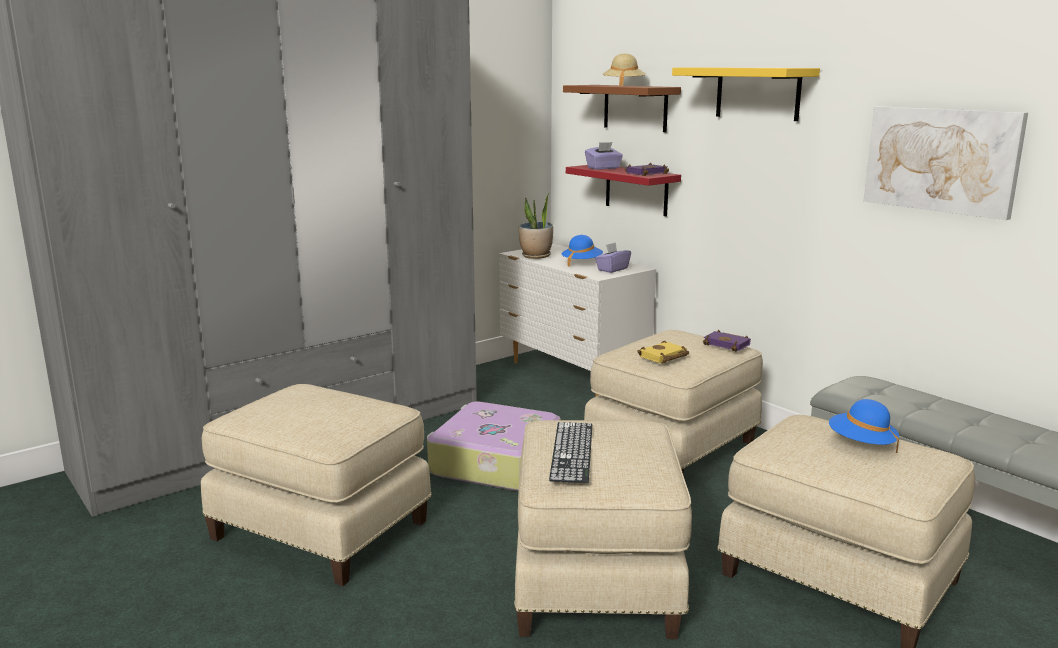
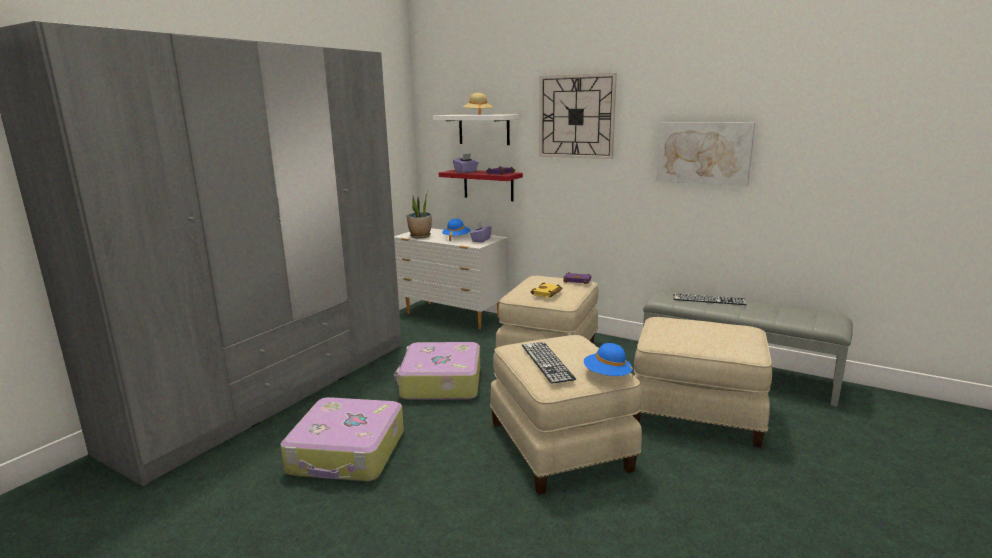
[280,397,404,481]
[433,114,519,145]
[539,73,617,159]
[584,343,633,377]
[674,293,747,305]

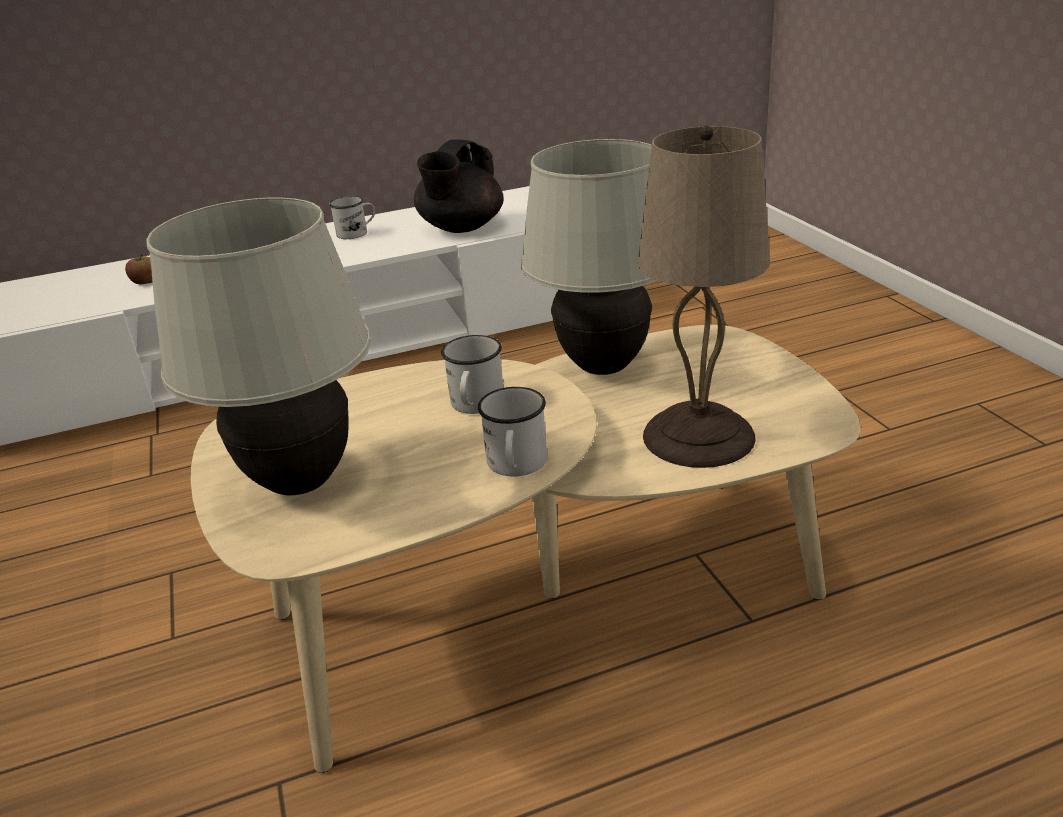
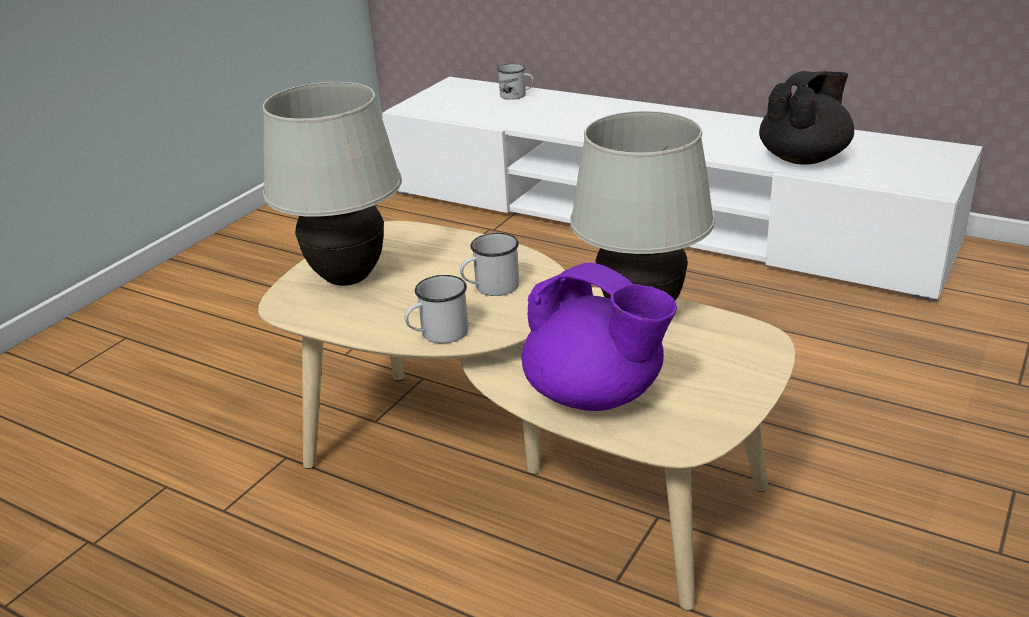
[497,64,534,100]
[522,262,677,411]
[759,71,854,165]
[125,254,152,284] (first image)

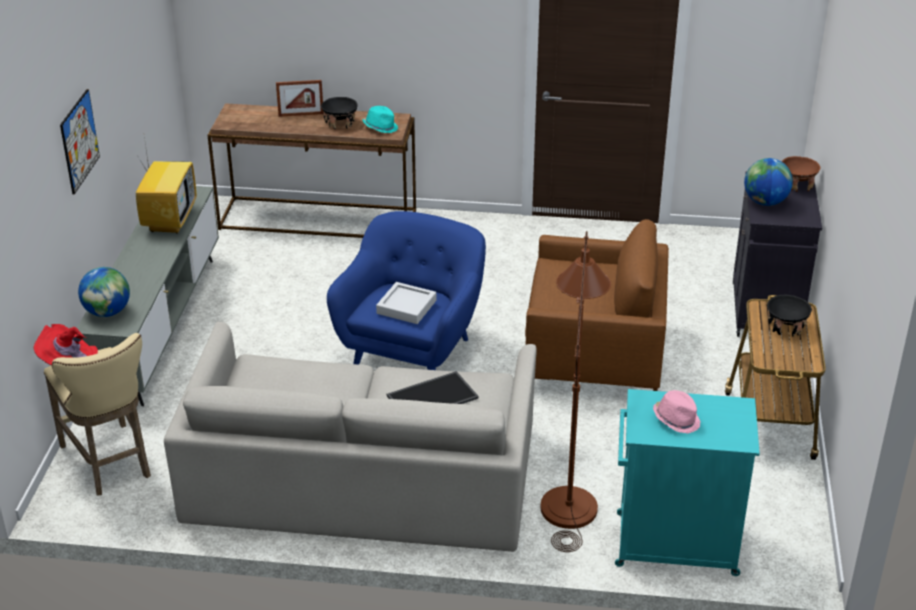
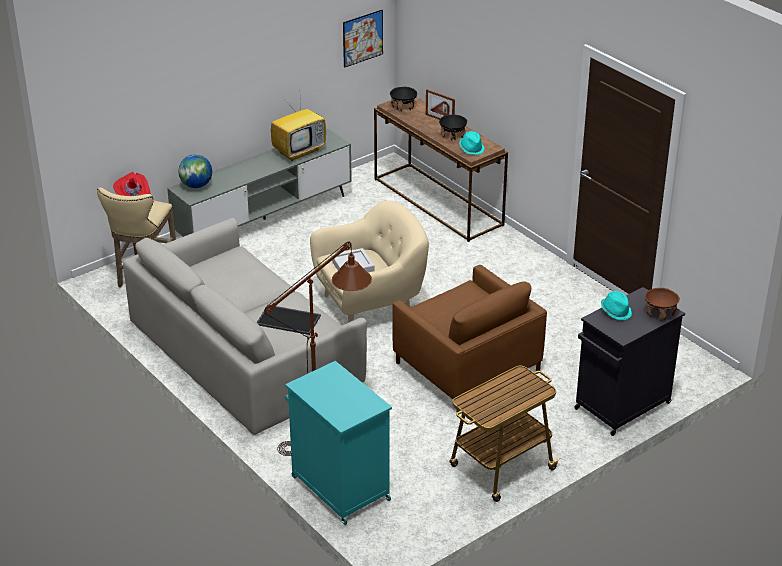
[310,201,429,323]
[343,10,383,68]
[390,87,417,111]
[601,291,632,320]
[653,390,701,434] (first image)

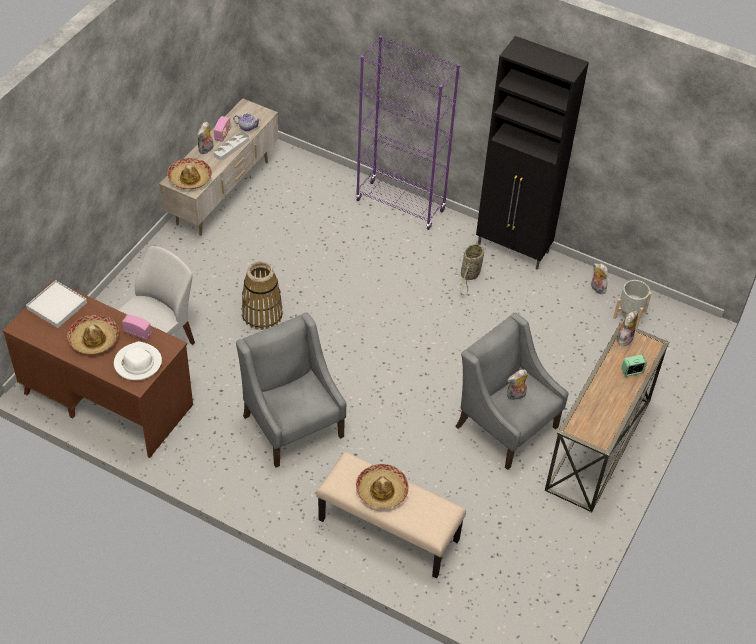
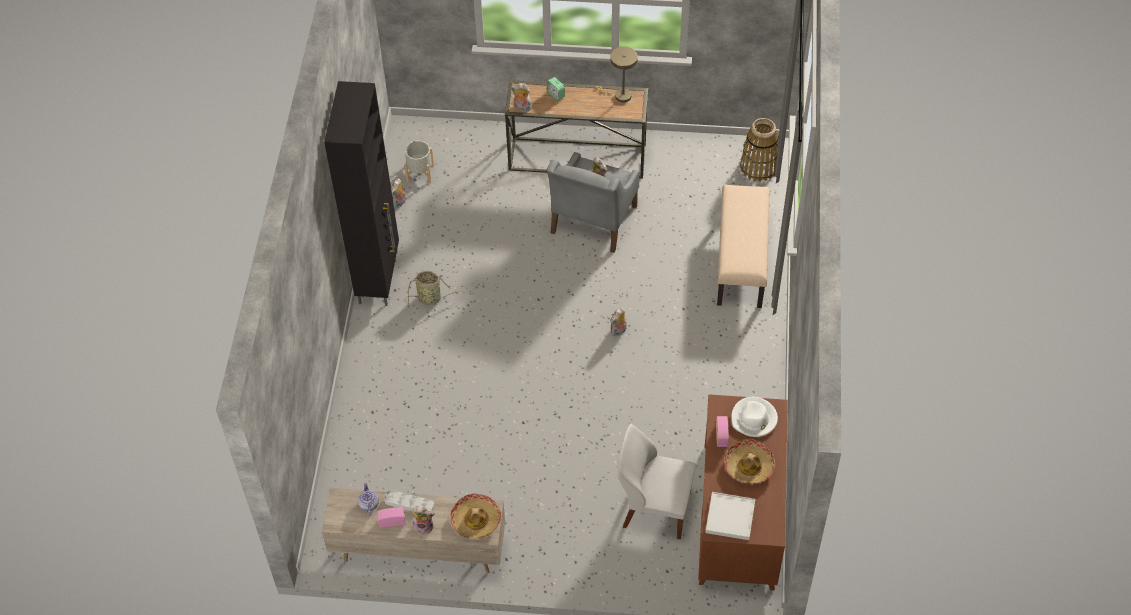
[596,46,638,103]
[610,308,627,336]
[740,118,778,182]
[236,313,346,468] (first image)
[356,35,460,230] (first image)
[356,464,408,509] (first image)

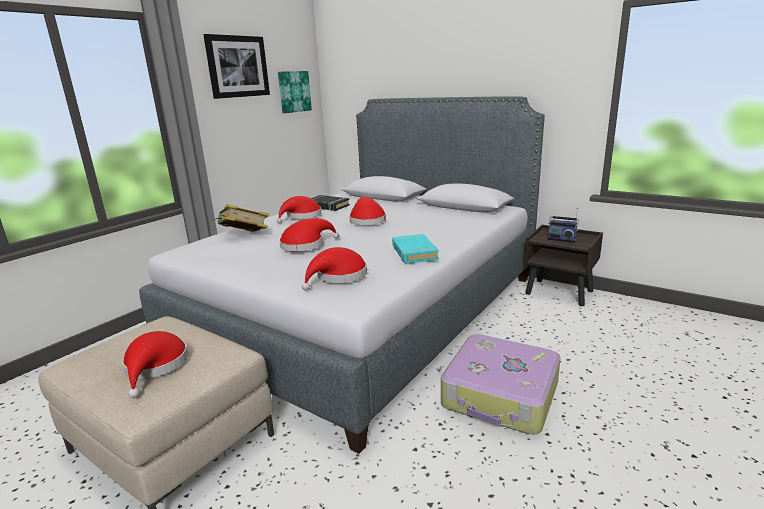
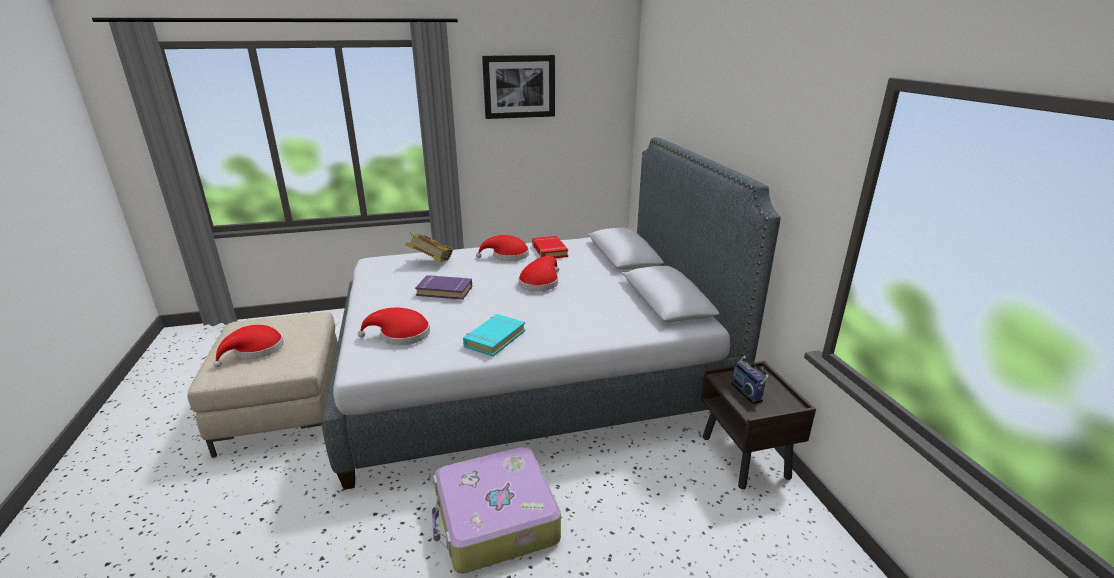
[415,275,472,300]
[532,236,568,258]
[278,71,312,113] (first image)

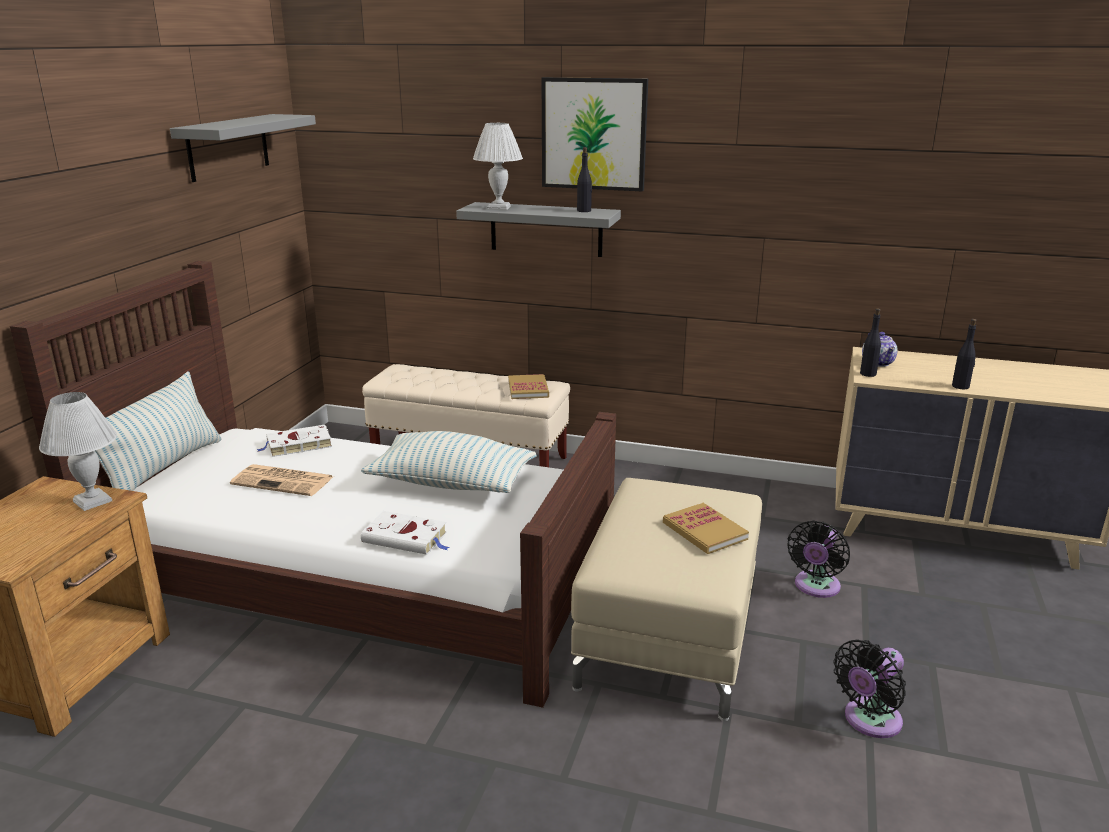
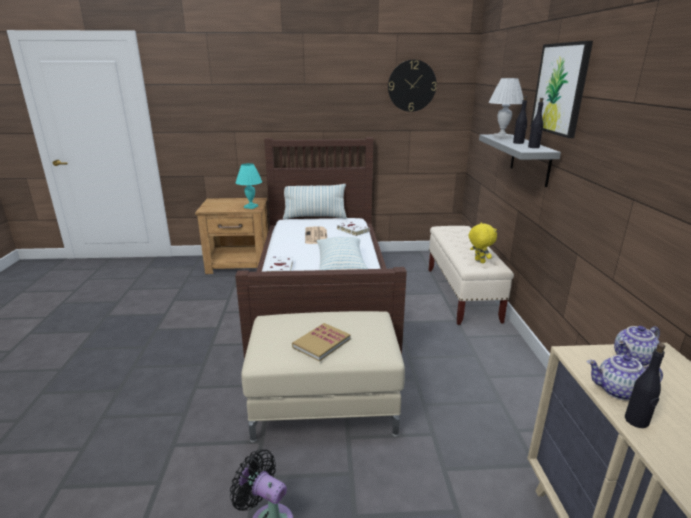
[236,163,262,209]
[388,60,437,112]
[469,223,497,263]
[513,96,527,144]
[587,355,663,400]
[788,520,850,598] (first image)

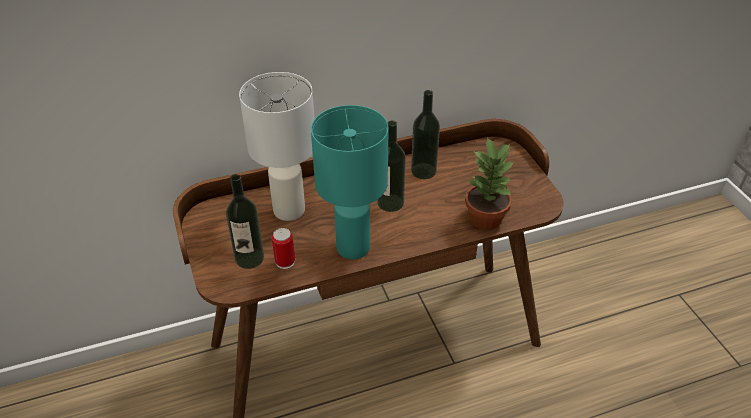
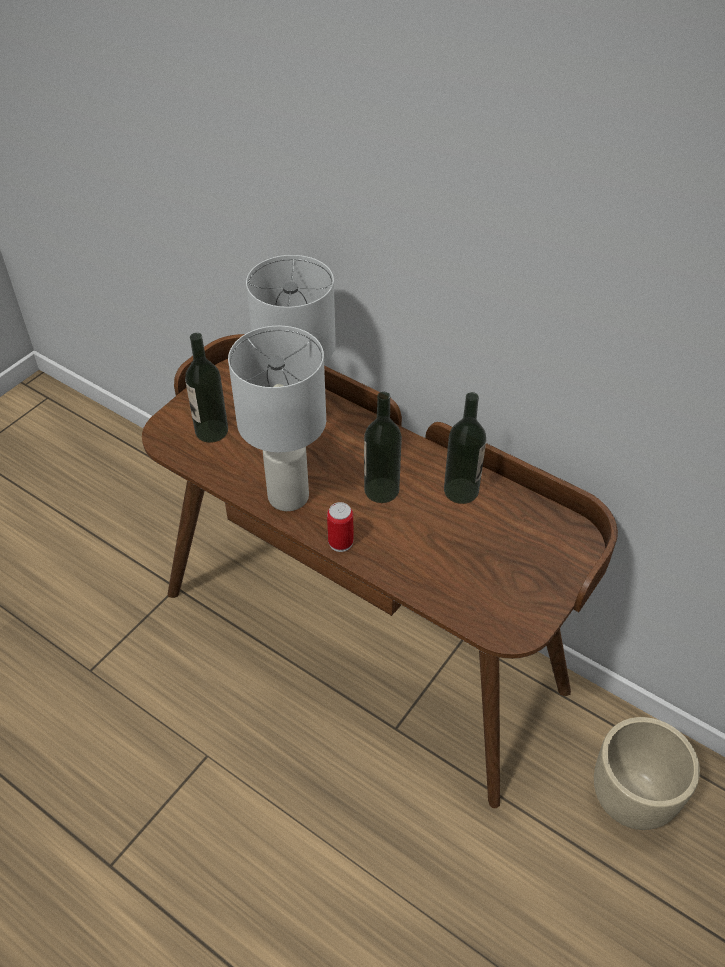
[228,326,326,511]
[327,502,354,552]
[594,717,700,830]
[465,137,514,230] (first image)

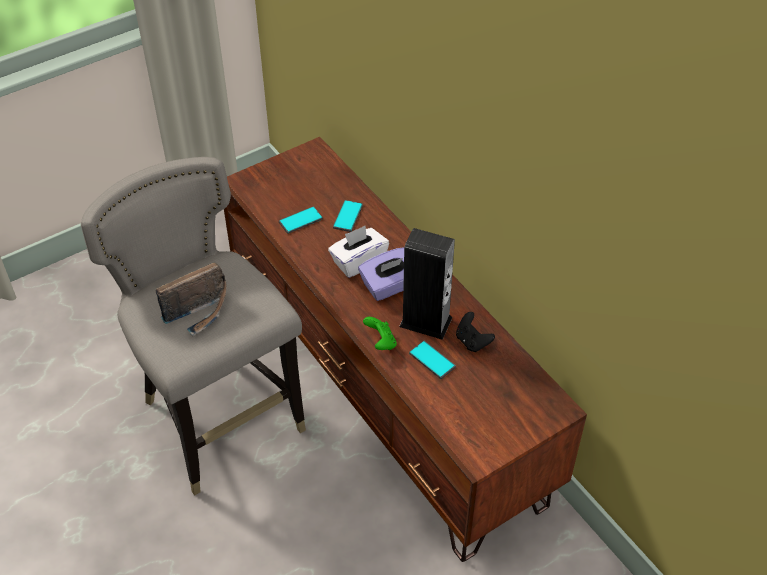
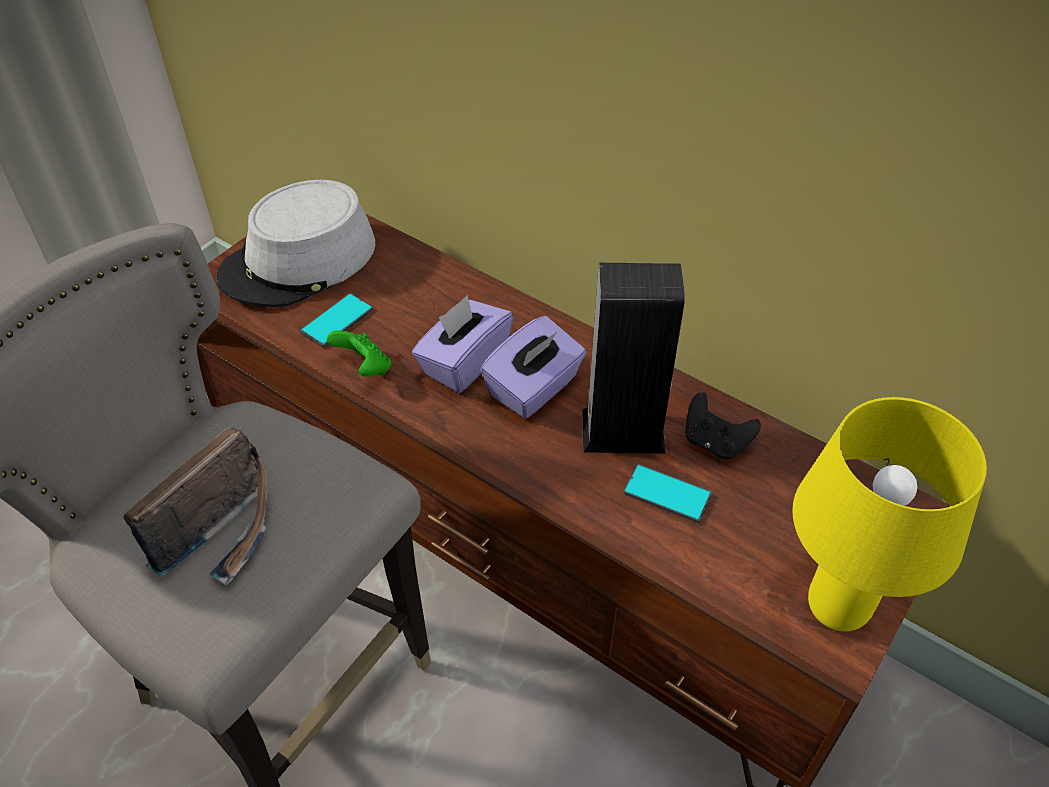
[216,180,375,307]
[327,330,391,377]
[412,295,513,393]
[792,397,987,631]
[333,200,363,232] (first image)

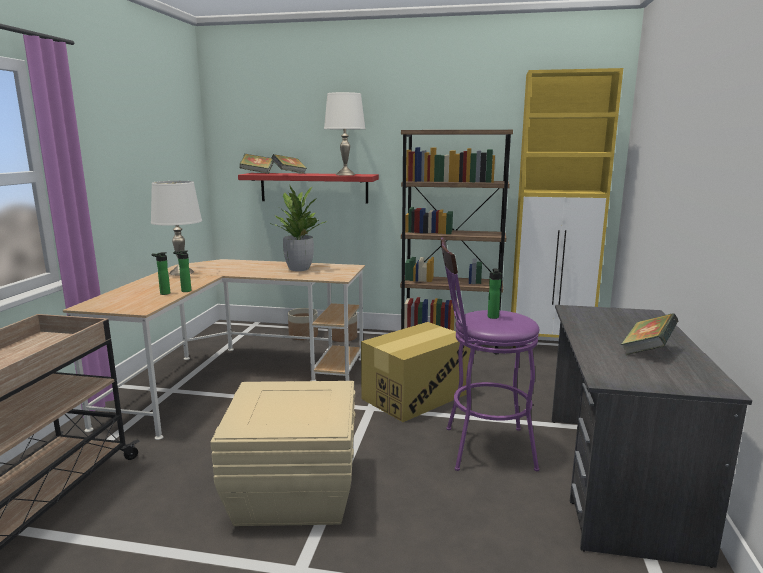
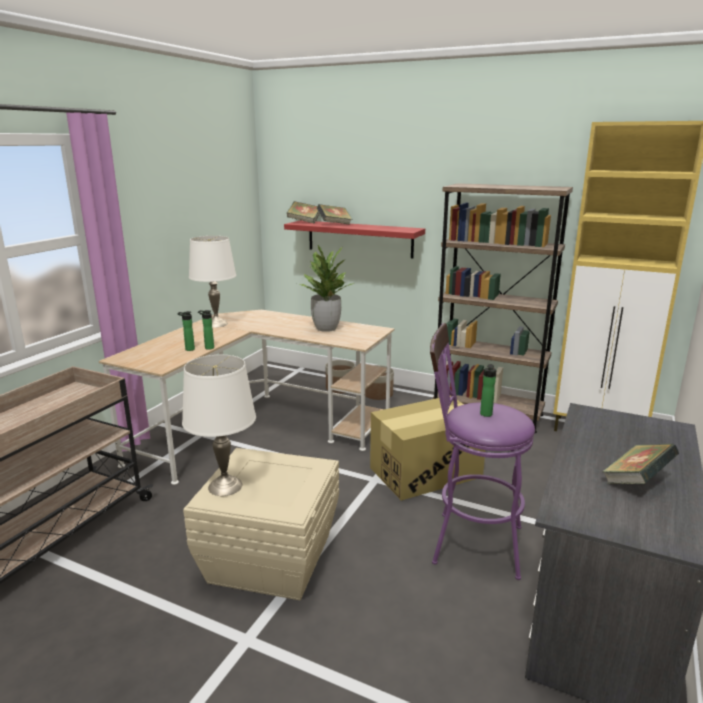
[182,355,256,496]

